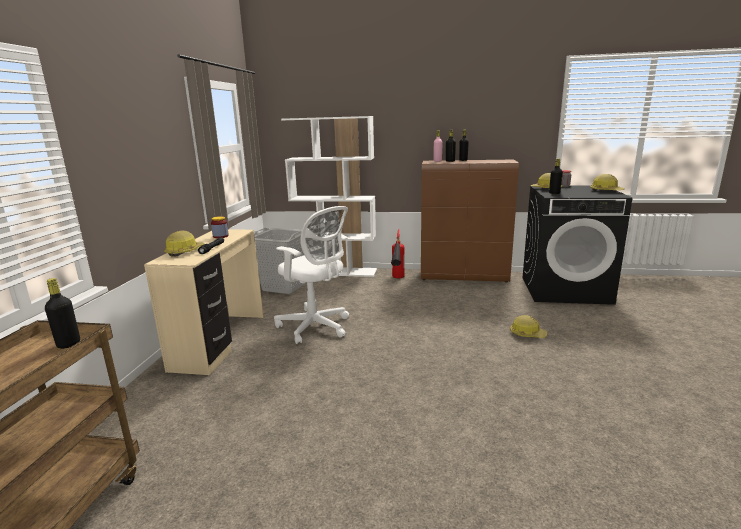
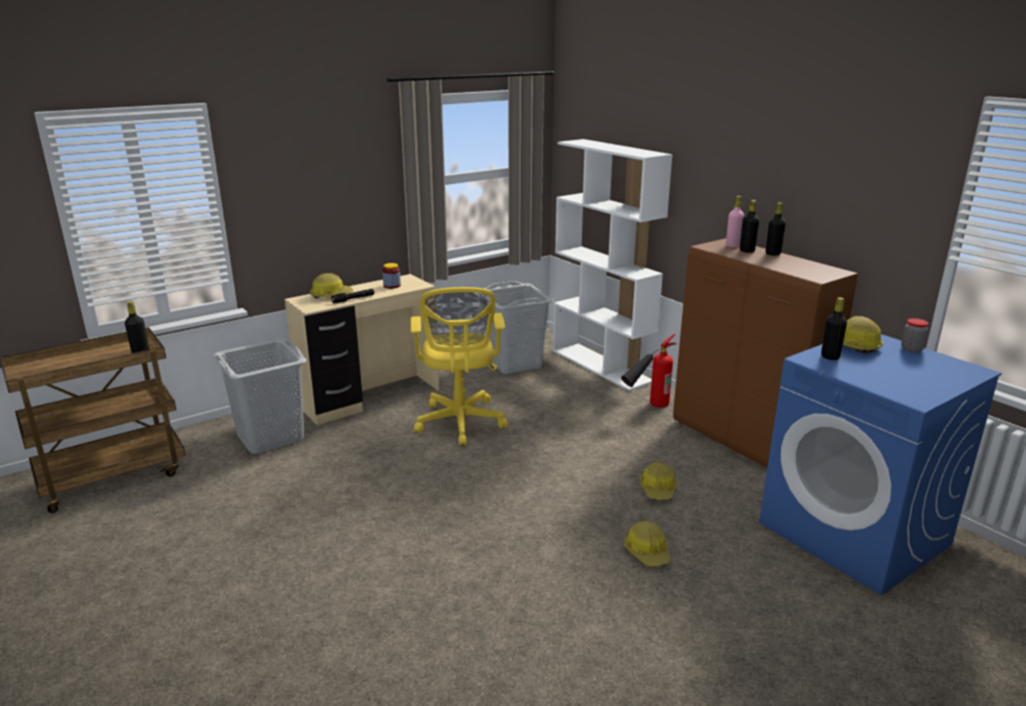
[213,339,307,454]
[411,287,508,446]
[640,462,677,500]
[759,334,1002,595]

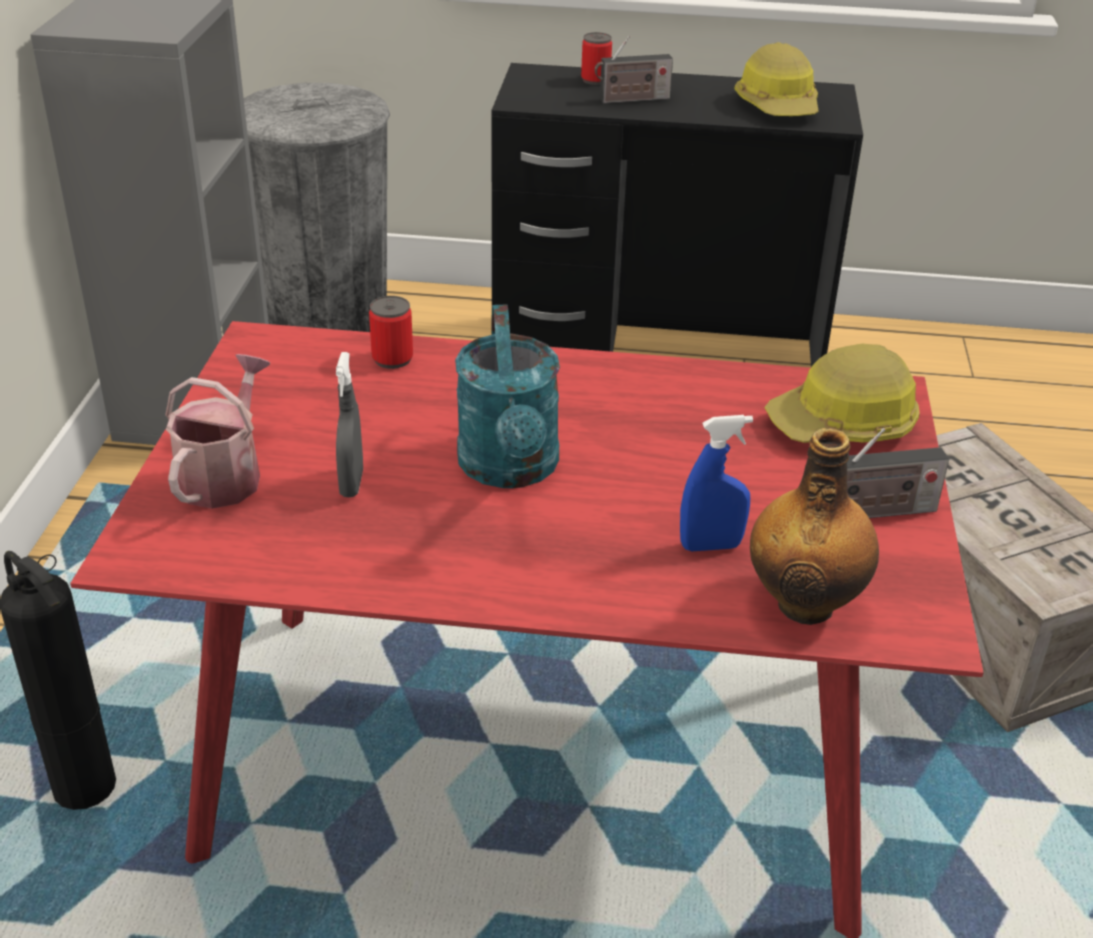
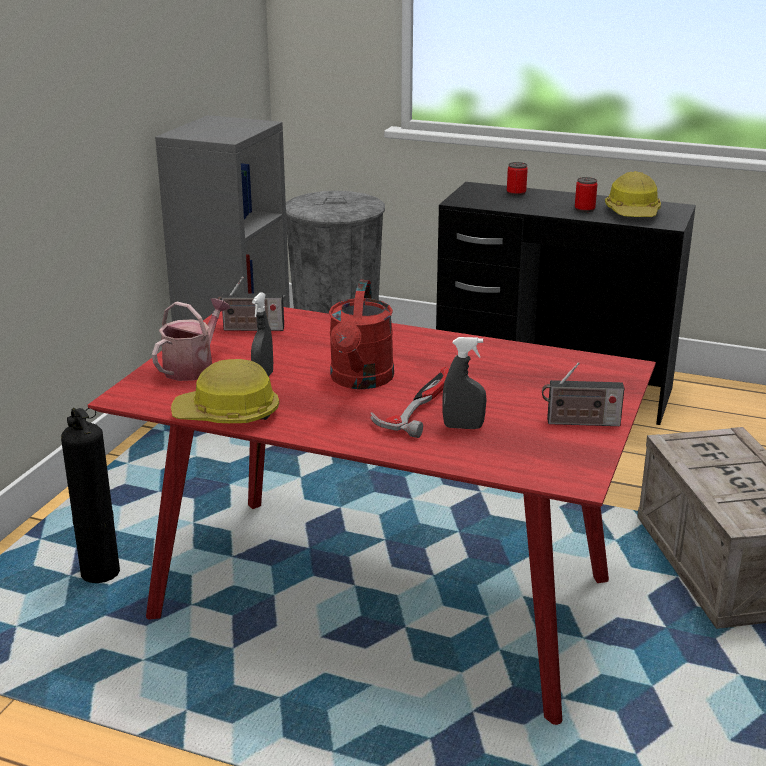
[171,359,279,423]
[217,277,284,331]
[329,280,394,389]
[370,367,449,438]
[442,337,487,429]
[575,177,597,212]
[750,428,879,625] (first image)

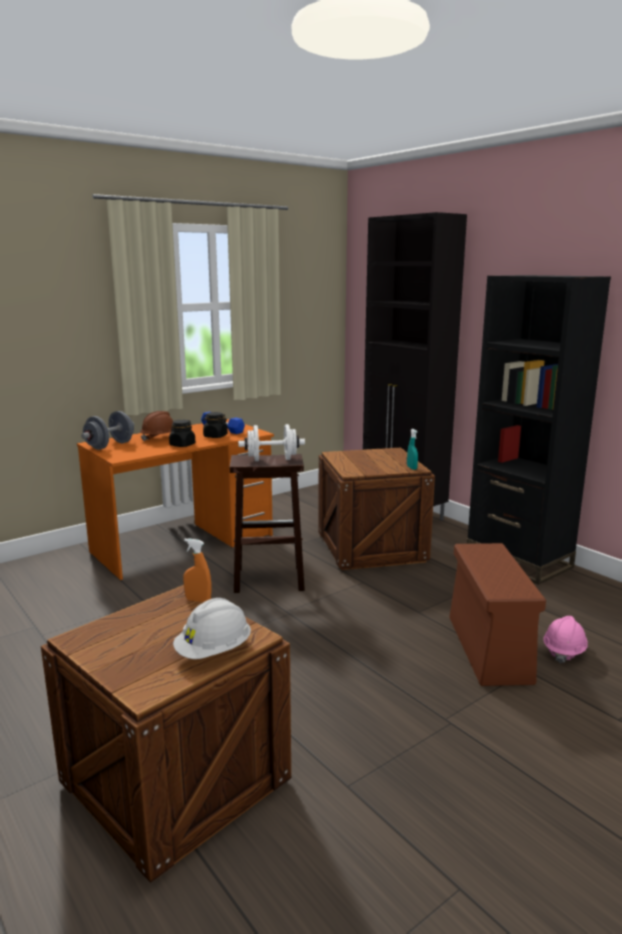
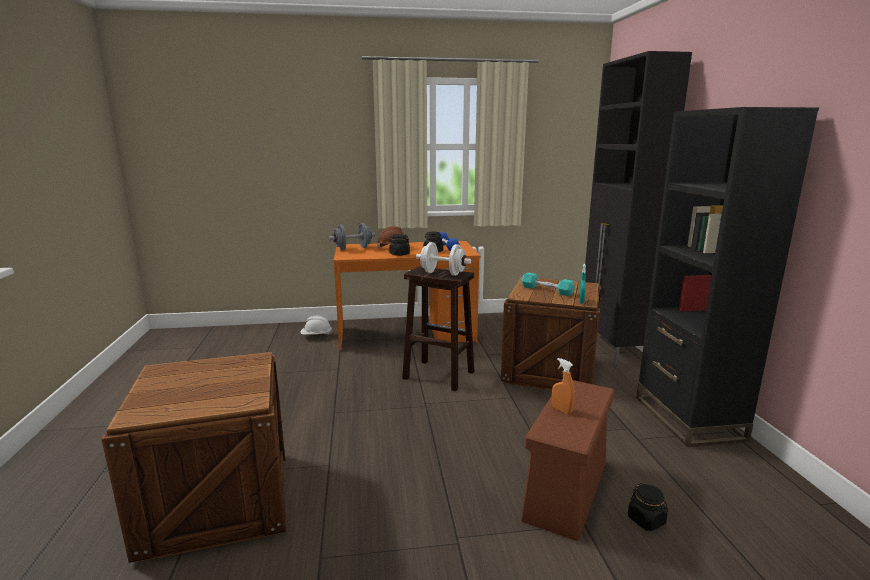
[301,316,332,335]
[521,273,575,296]
[552,358,575,414]
[628,483,668,531]

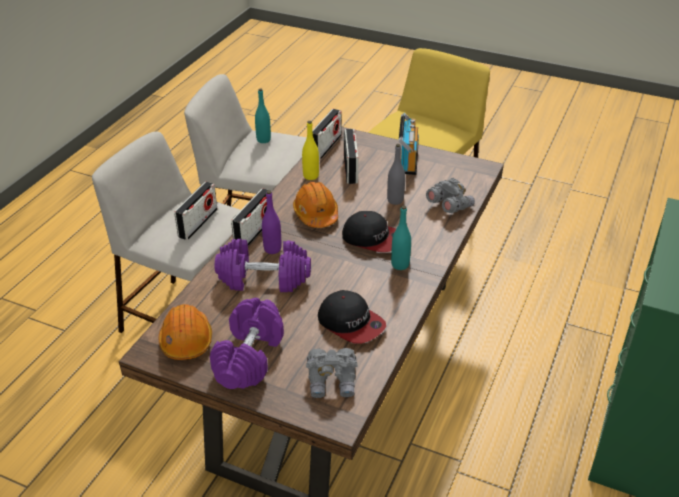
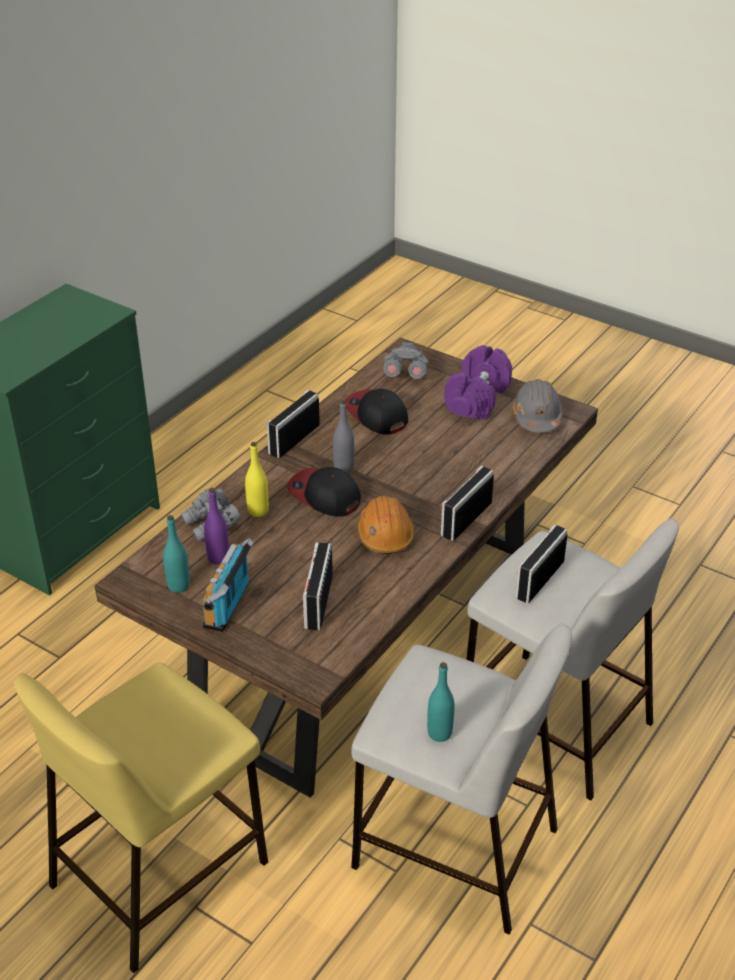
[163,515,190,593]
[204,488,229,565]
[245,442,269,517]
[267,390,320,458]
[333,400,354,473]
[512,379,563,433]
[215,239,311,292] (first image)

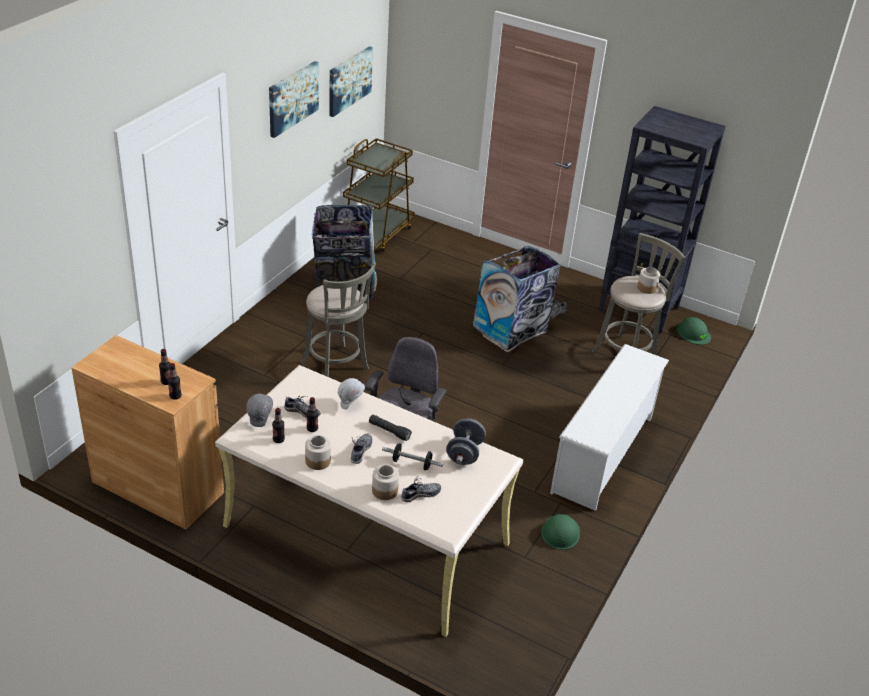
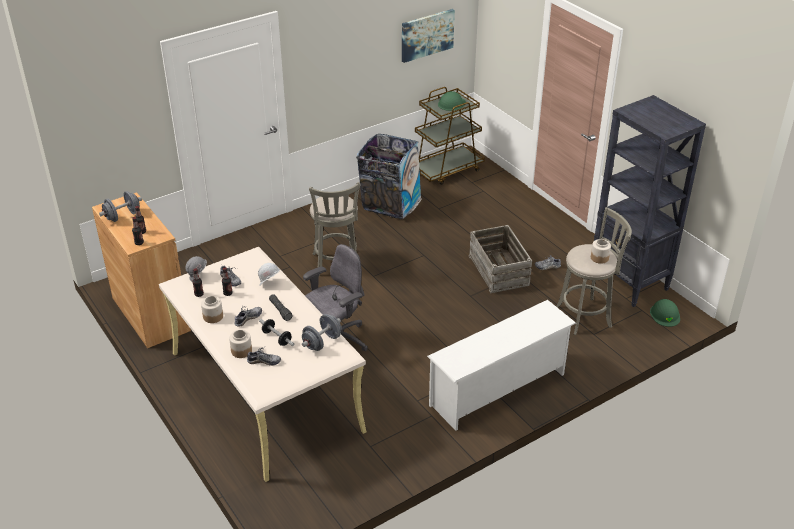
[99,191,142,222]
[438,91,466,111]
[469,225,532,293]
[269,61,319,138] (first image)

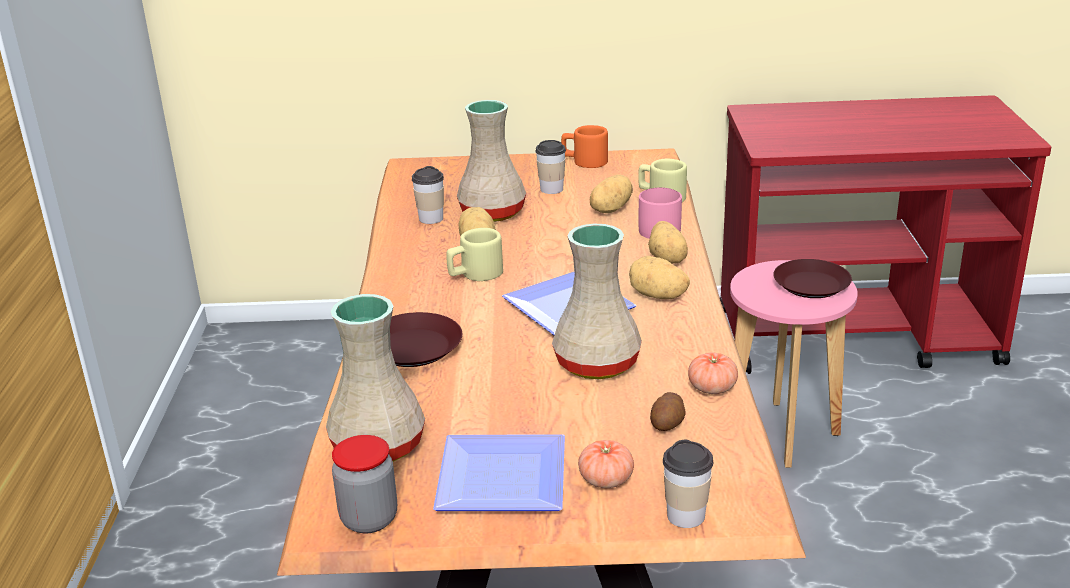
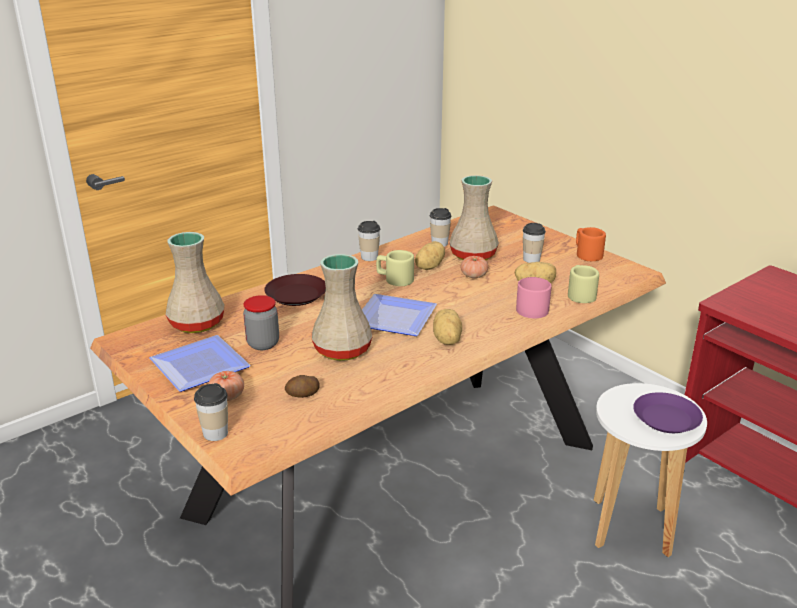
[243,295,279,350]
[358,221,380,261]
[461,256,488,278]
[594,383,707,557]
[633,392,703,433]
[648,221,688,264] (first image)

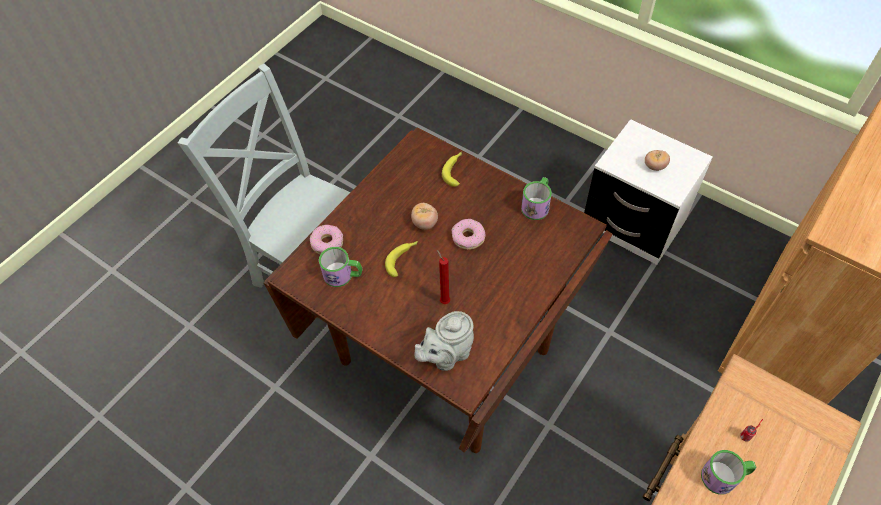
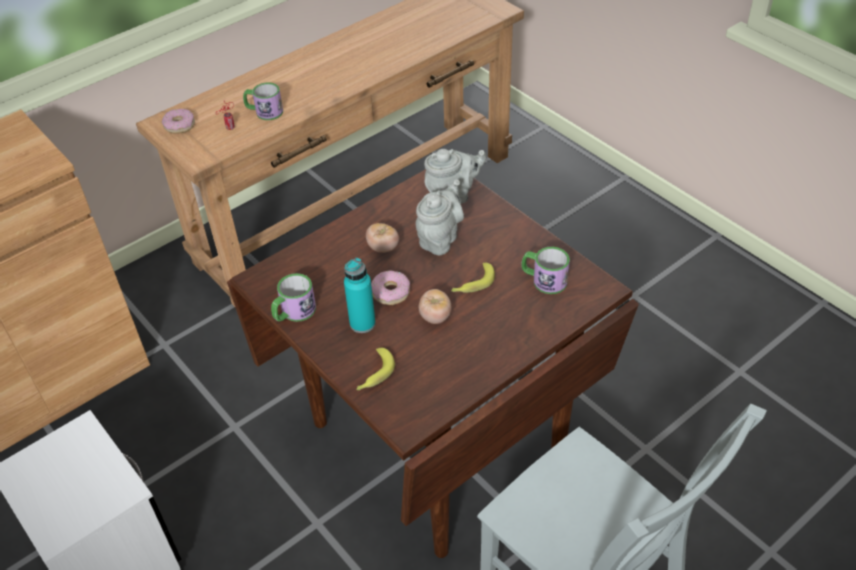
[162,109,195,134]
[344,258,376,333]
[366,223,399,253]
[416,180,464,255]

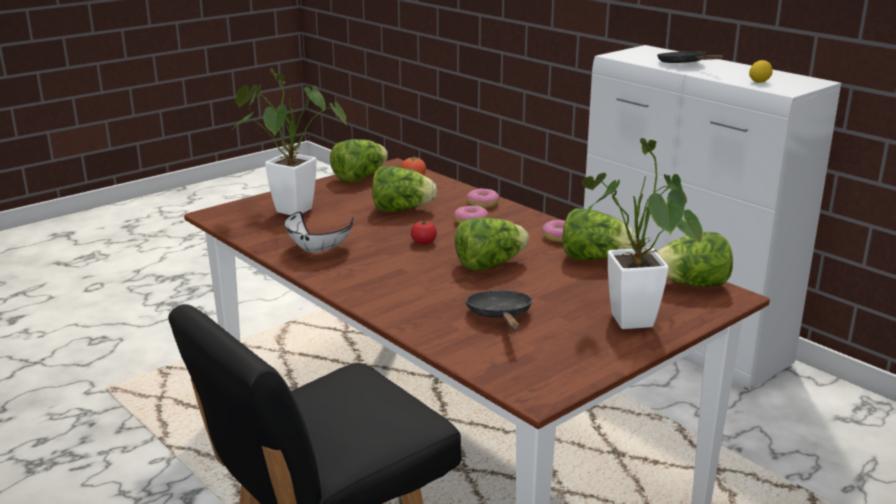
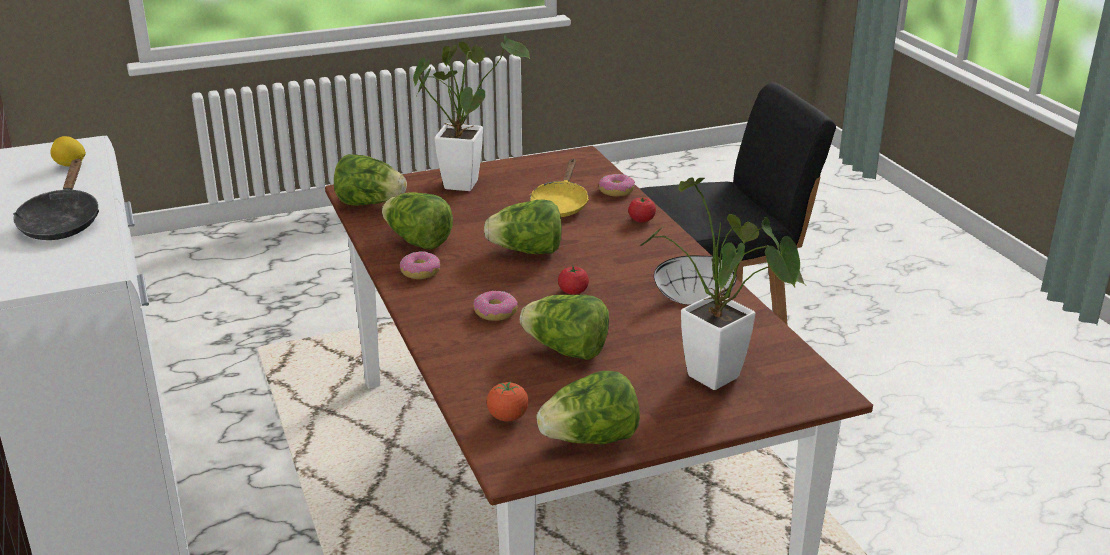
[530,159,589,217]
[599,174,635,197]
[628,197,656,222]

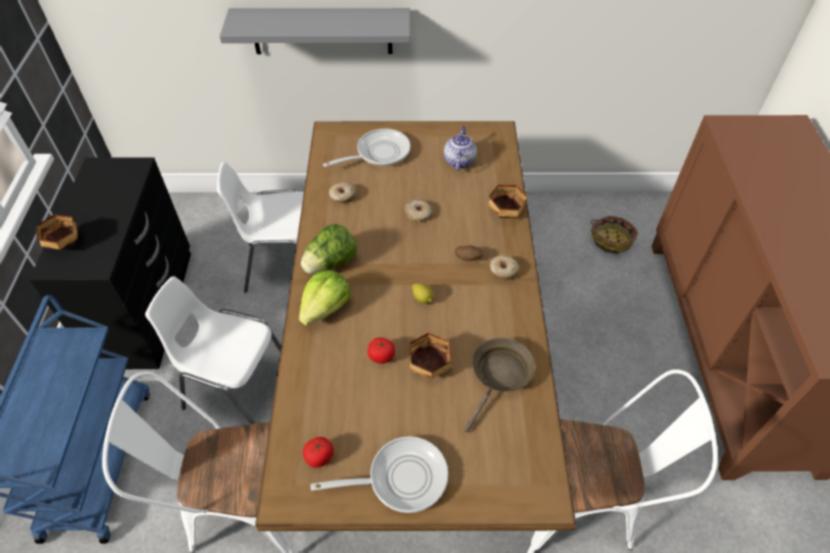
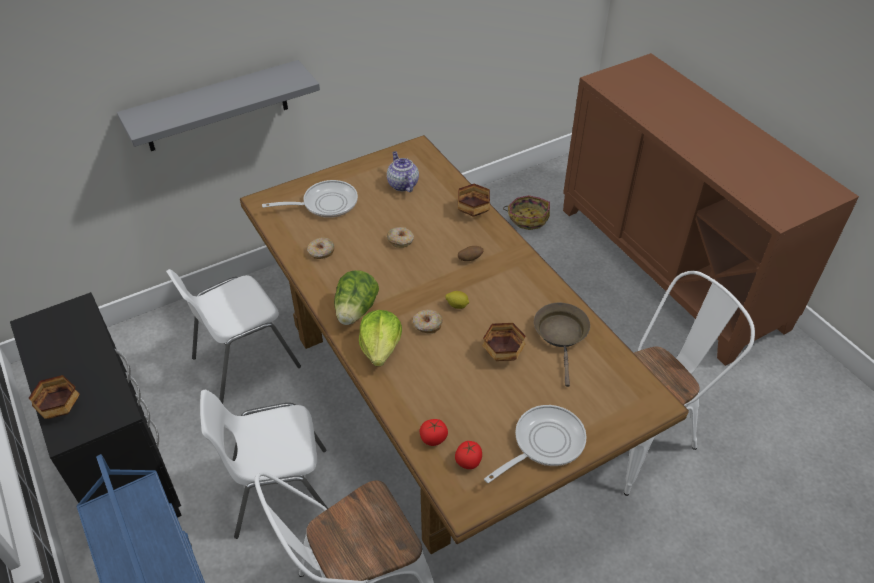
[262,180,358,218]
[413,310,443,334]
[420,419,448,446]

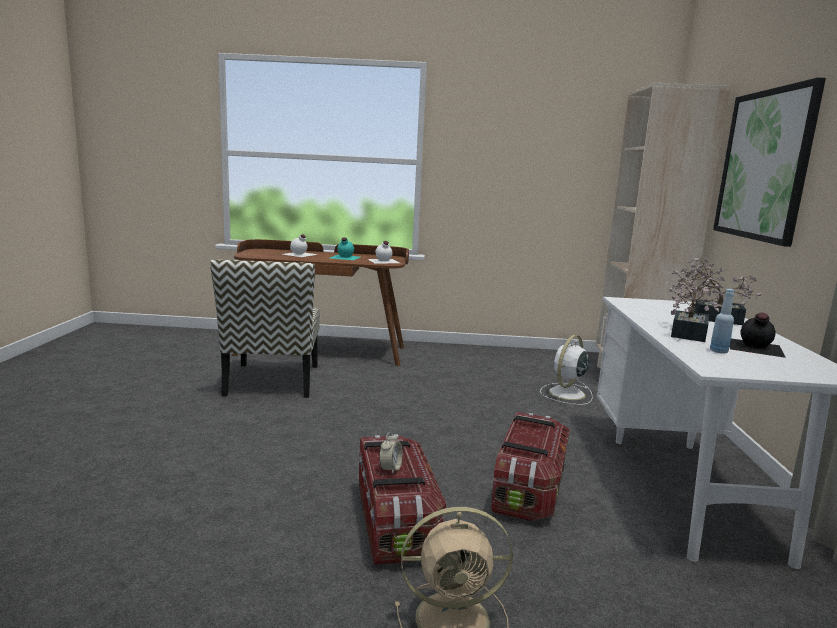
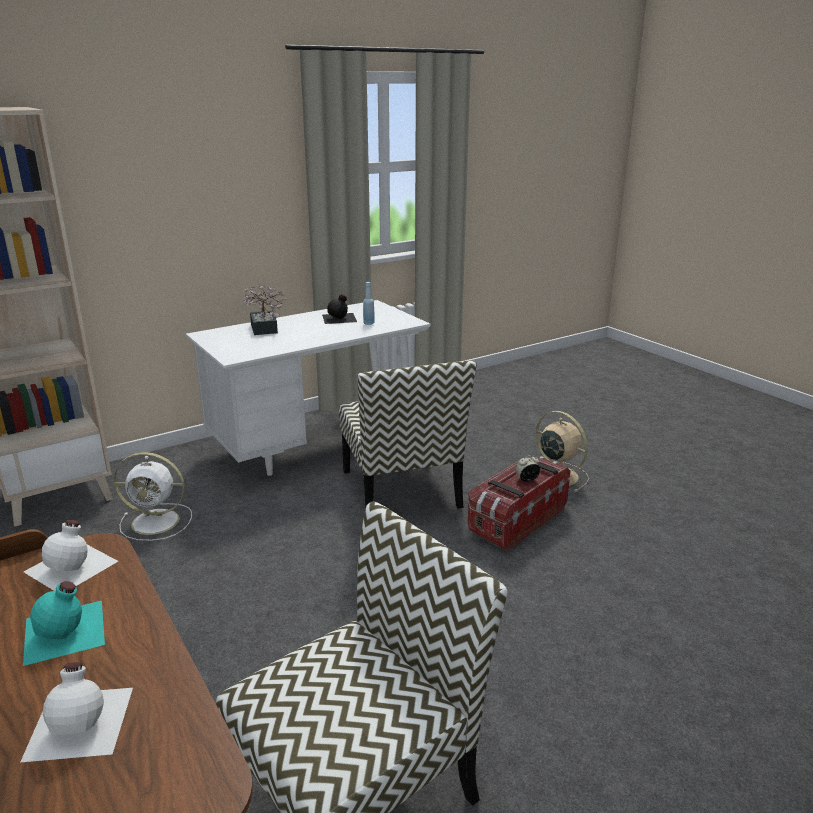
[339,360,477,509]
[665,265,725,342] (first image)
[713,78,826,247] (first image)

